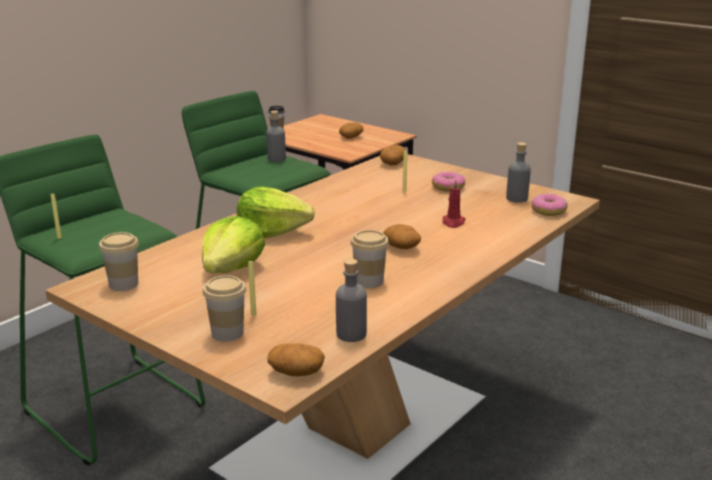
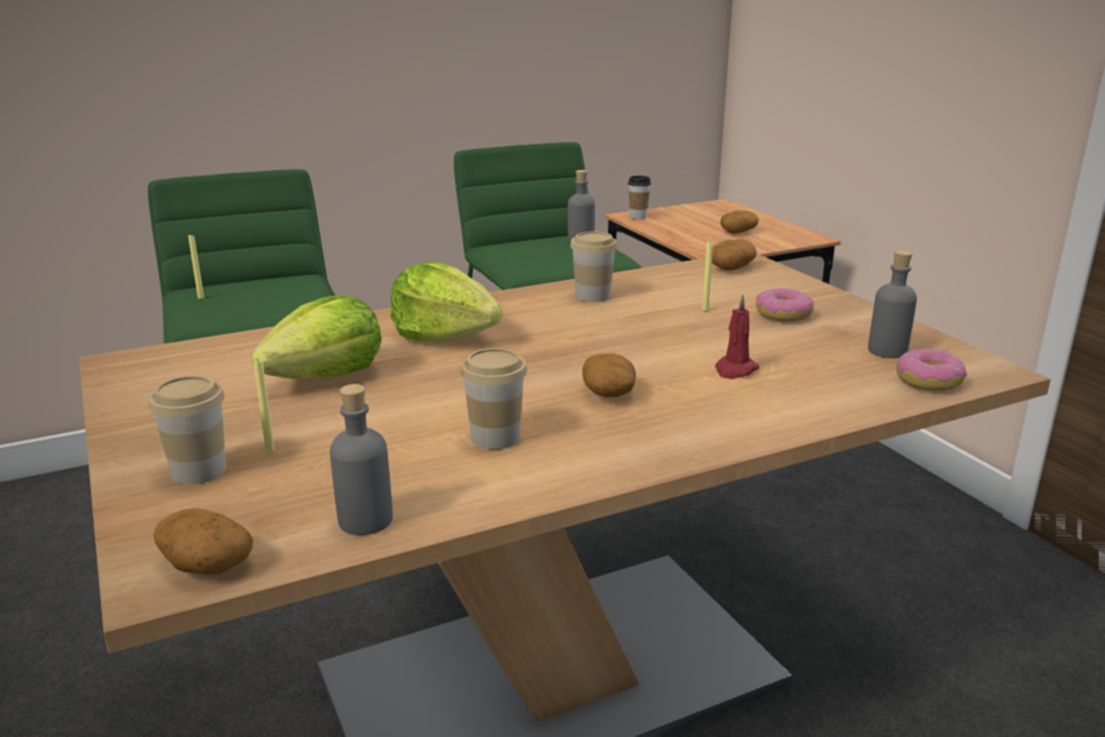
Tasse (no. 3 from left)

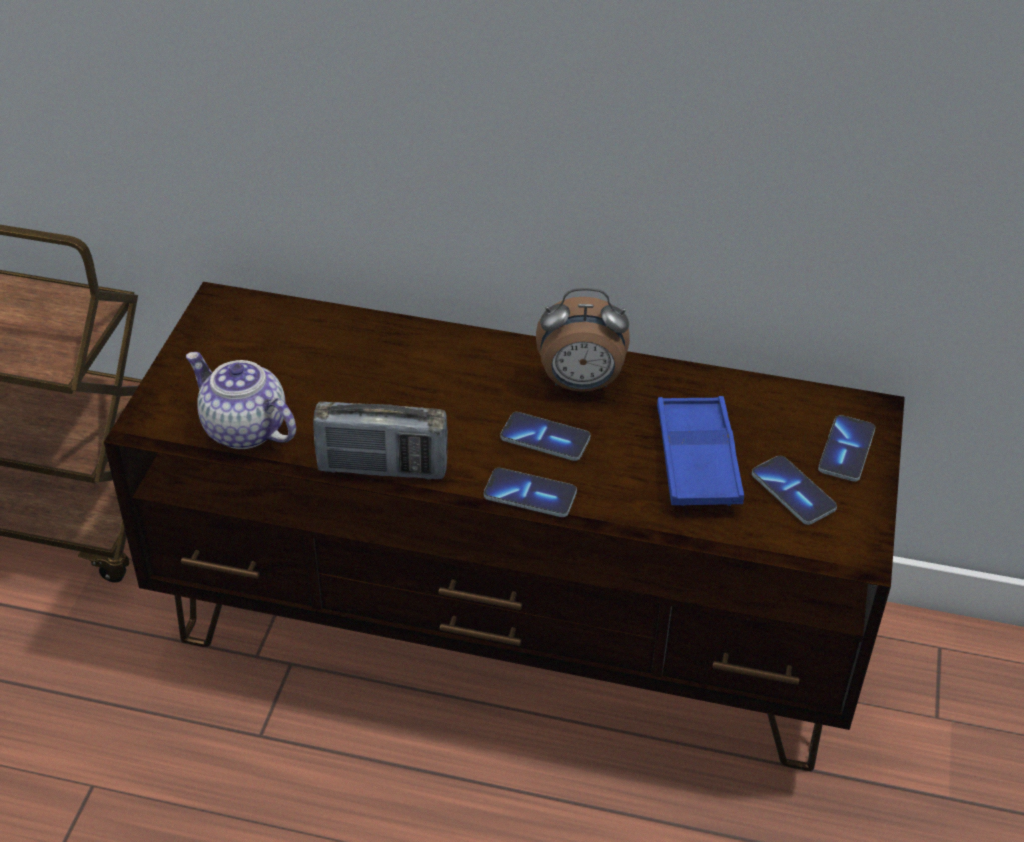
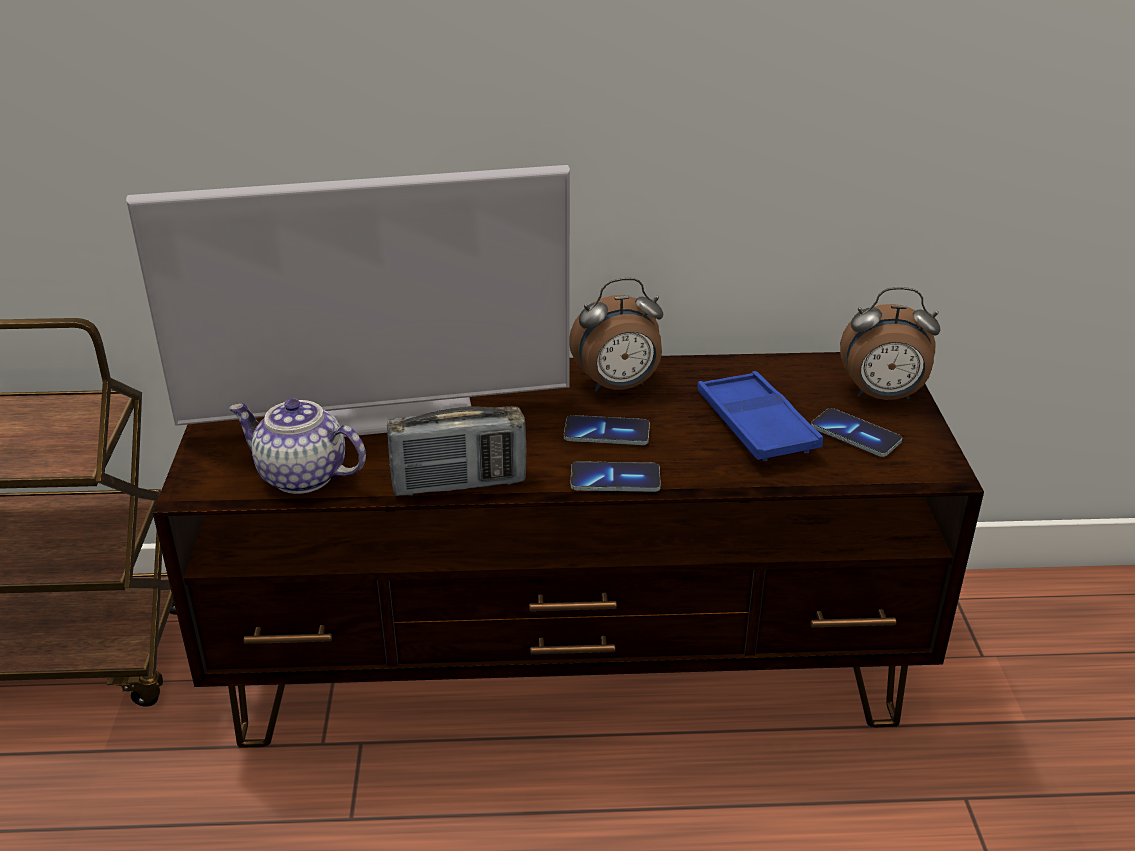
Wecker (no. 2 from left)
Fernseher

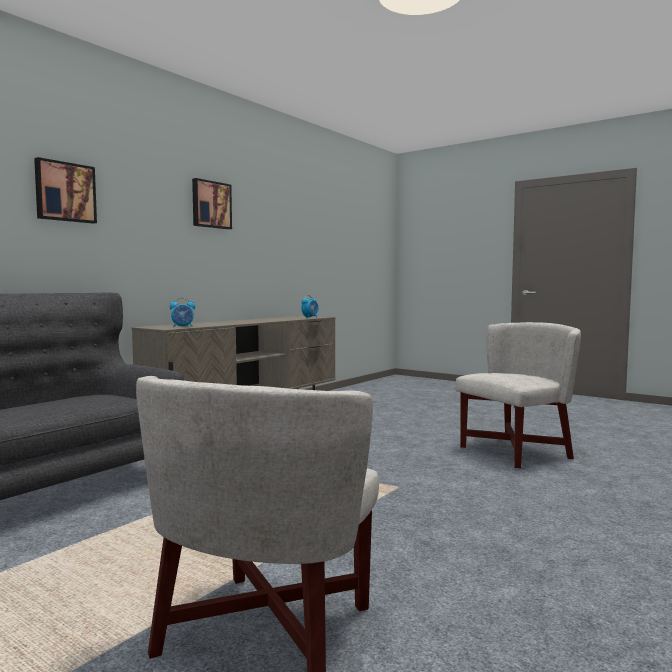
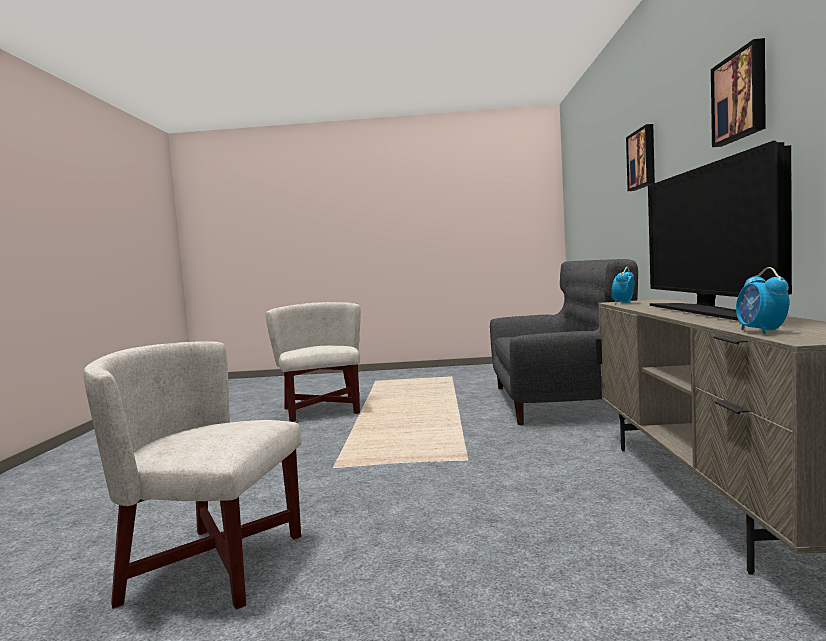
Sessel [weiß] (no. 1 from left)
Fernseher

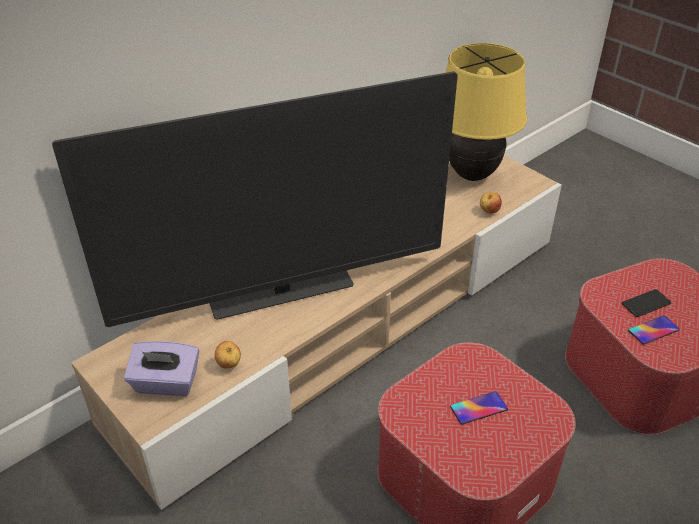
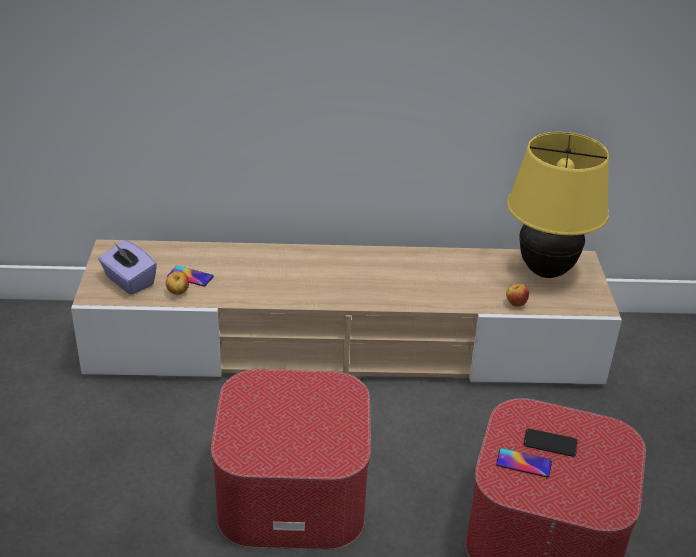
Fernseher
Handy (no. 1 from left)

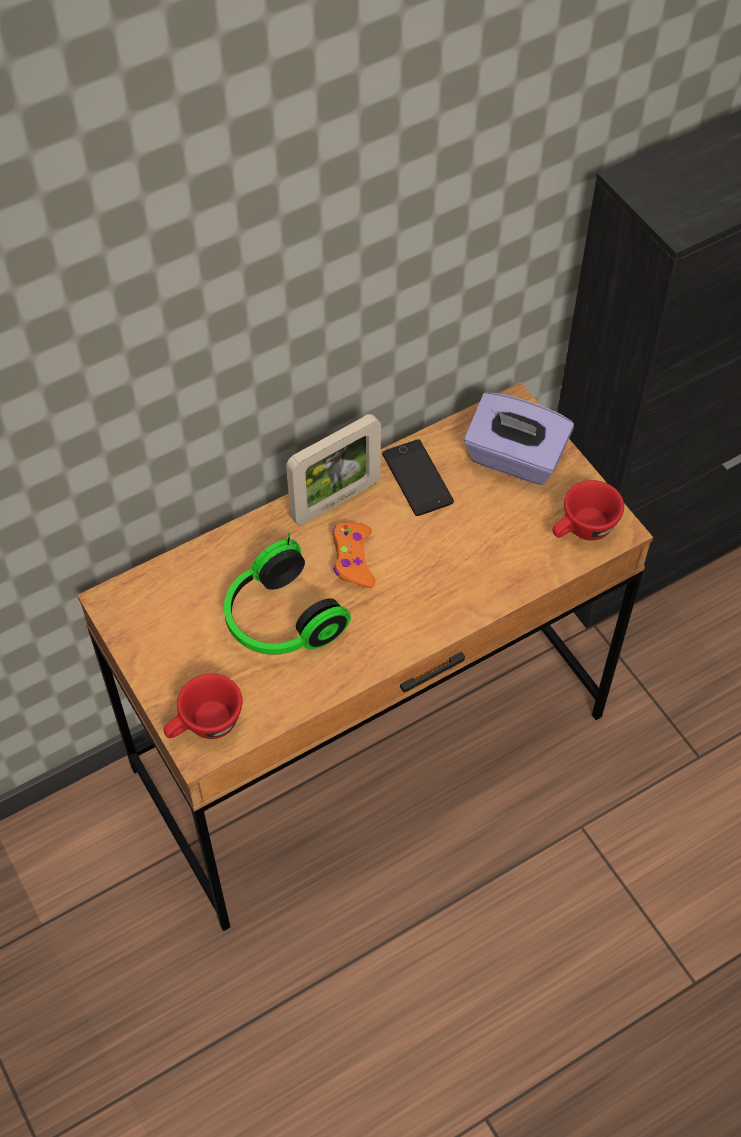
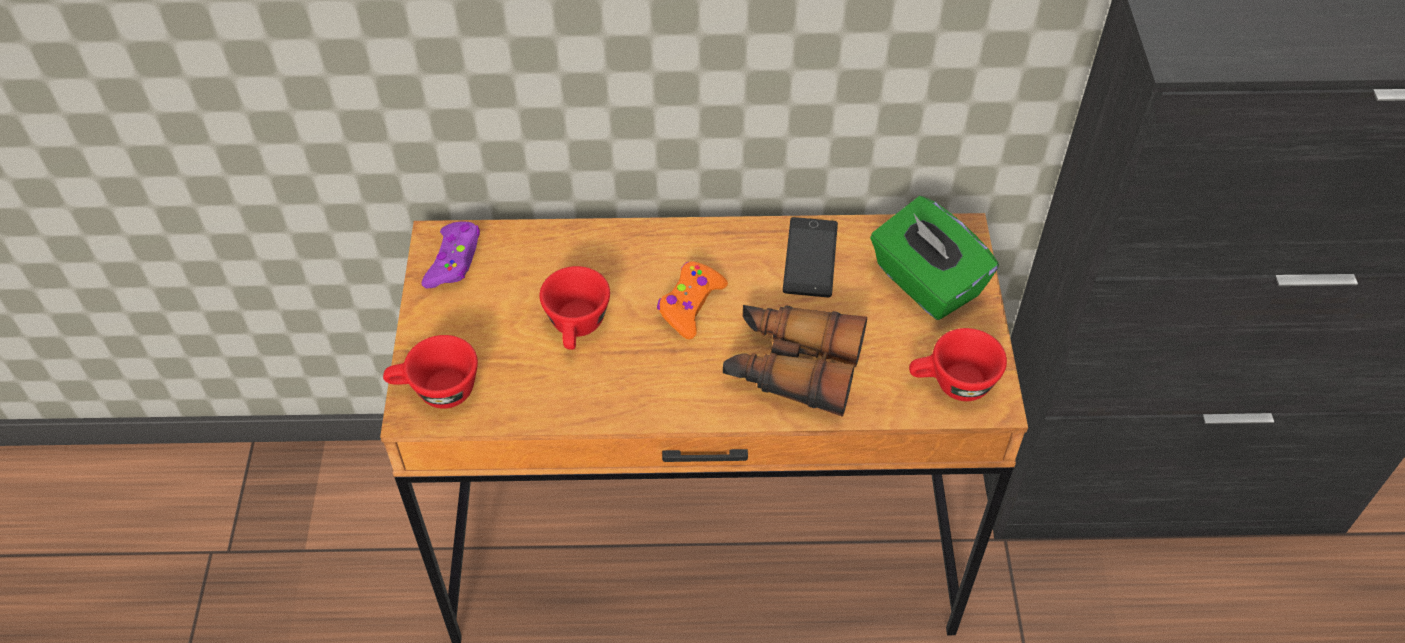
Taschentuchbox [grün]
Bilderrahmen
Tasse [rot] (no. 2 from left)
Gamepad [lila]
Fernglas

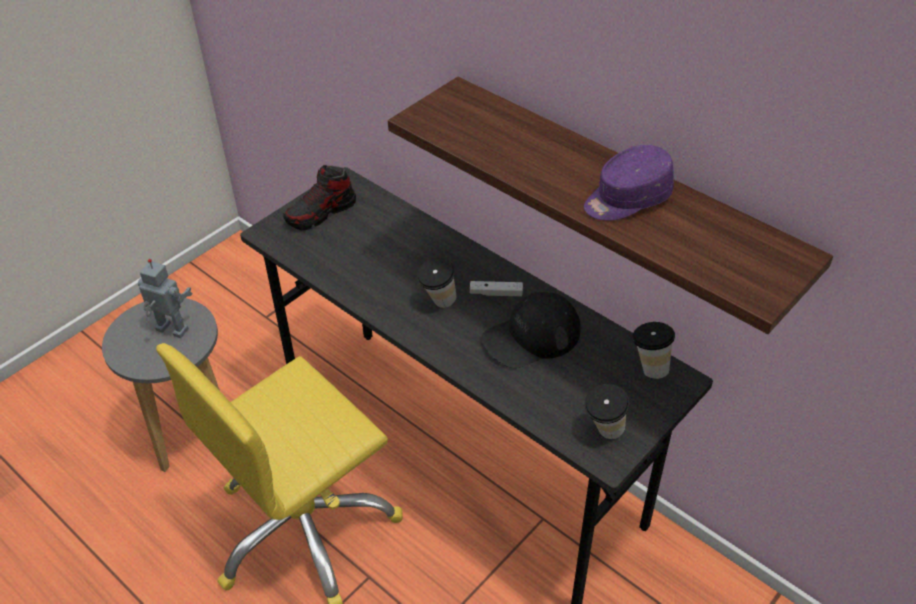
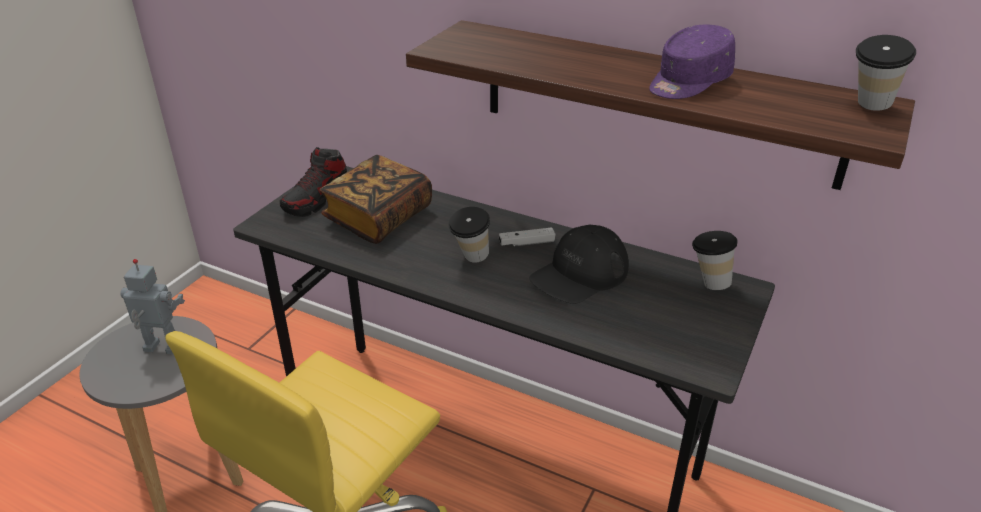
Tasse (no. 3 from left)
Buch

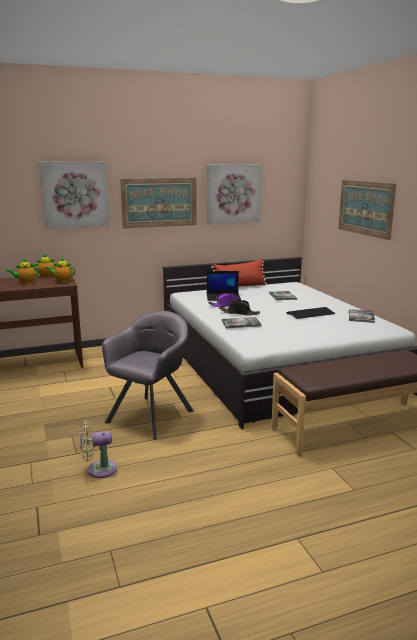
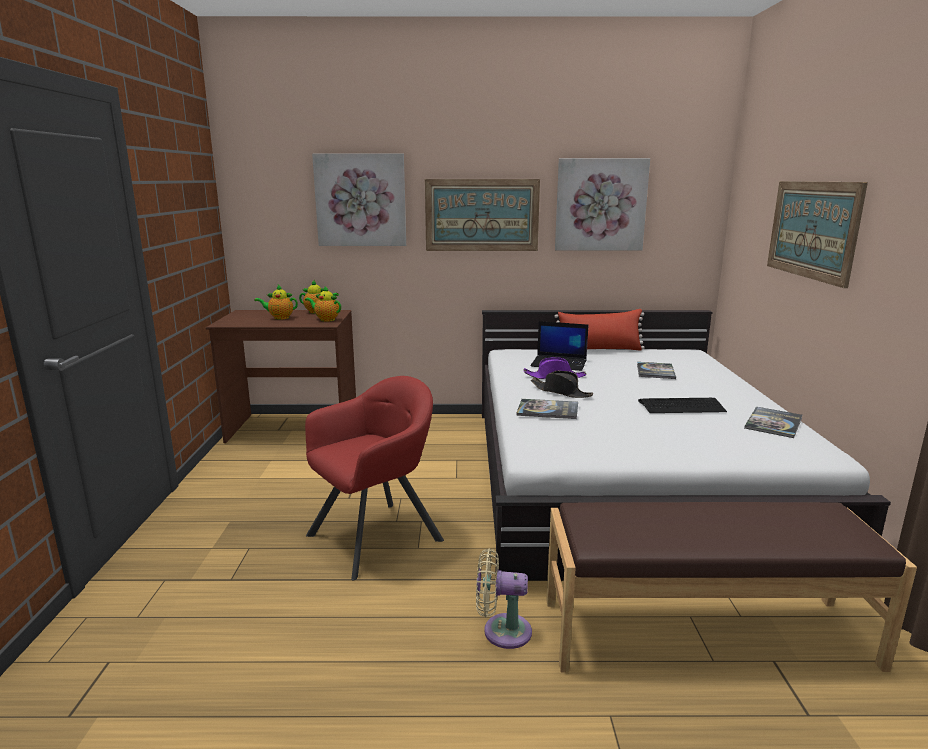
Sessel [rot]
Ventilator [beige]

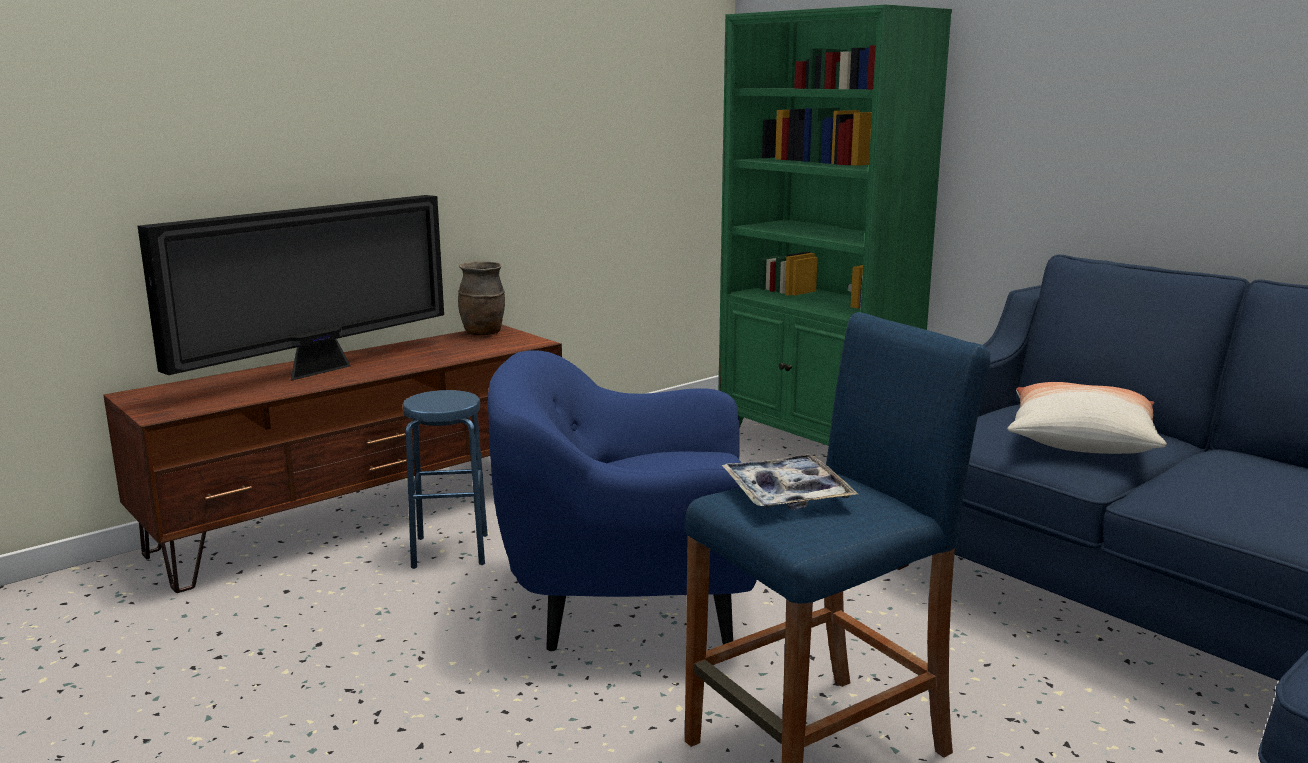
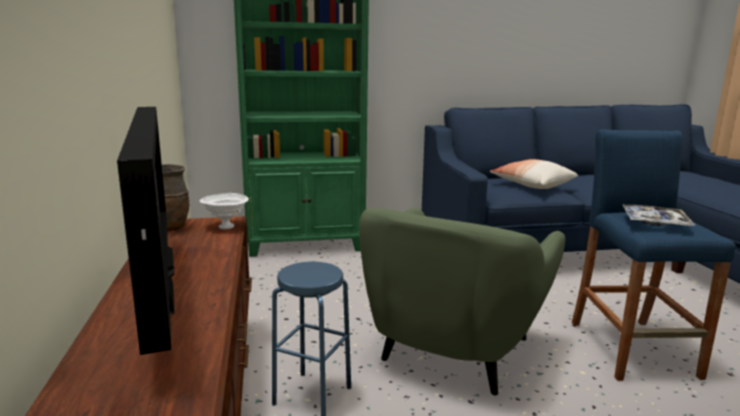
Sessel [grün]
Schüssel [weiß]

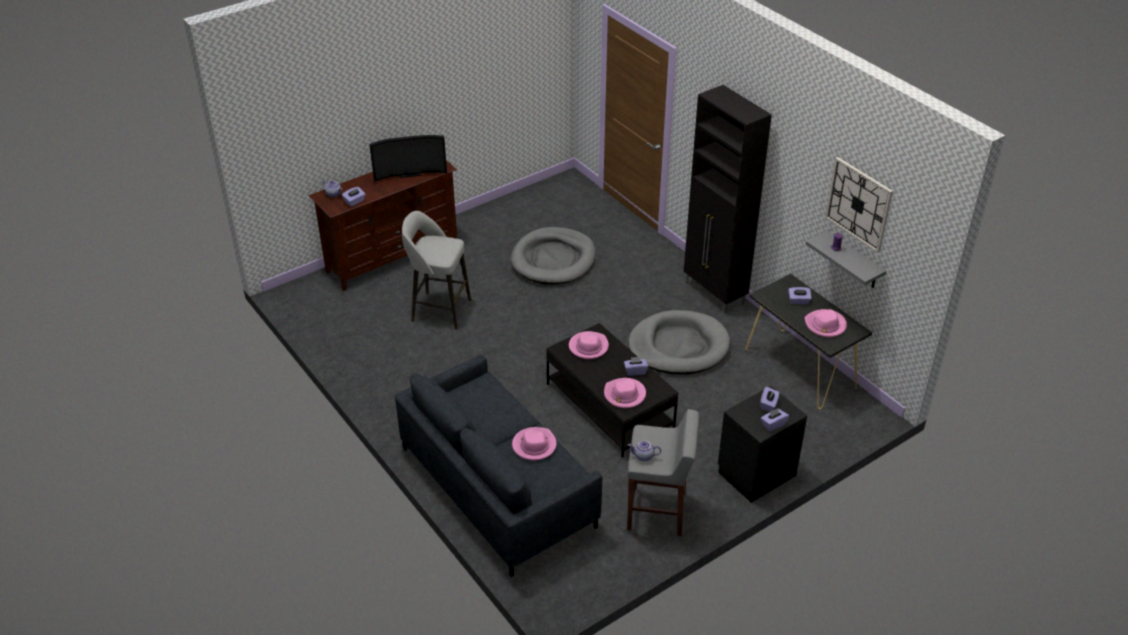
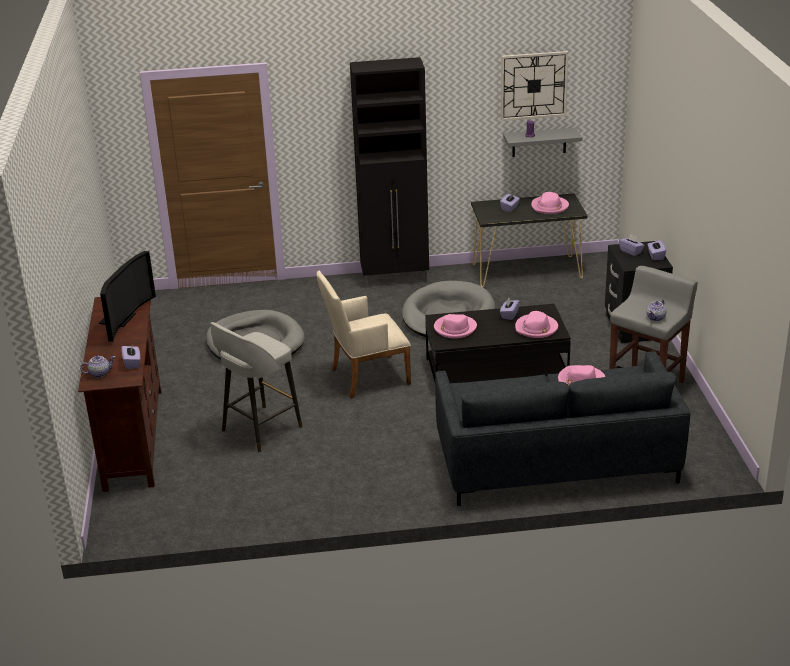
Sessel [beige]

